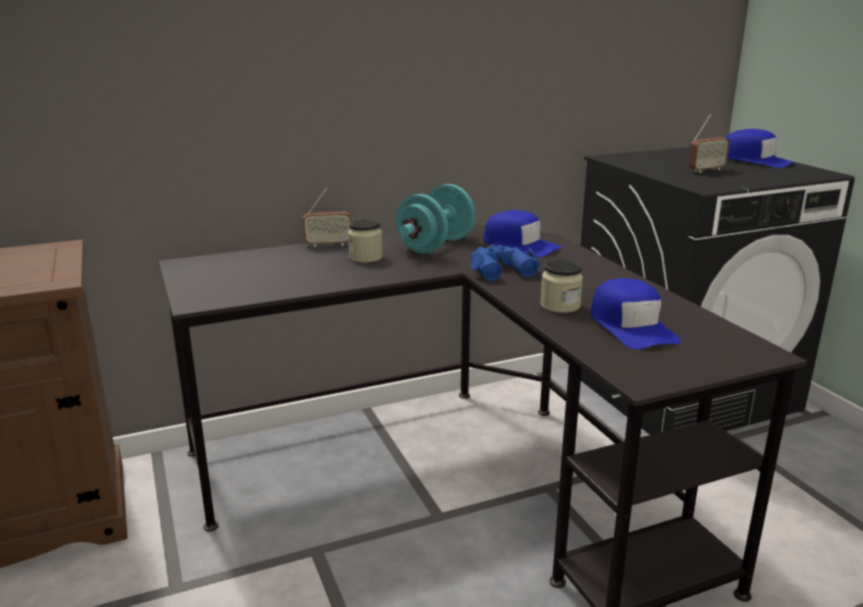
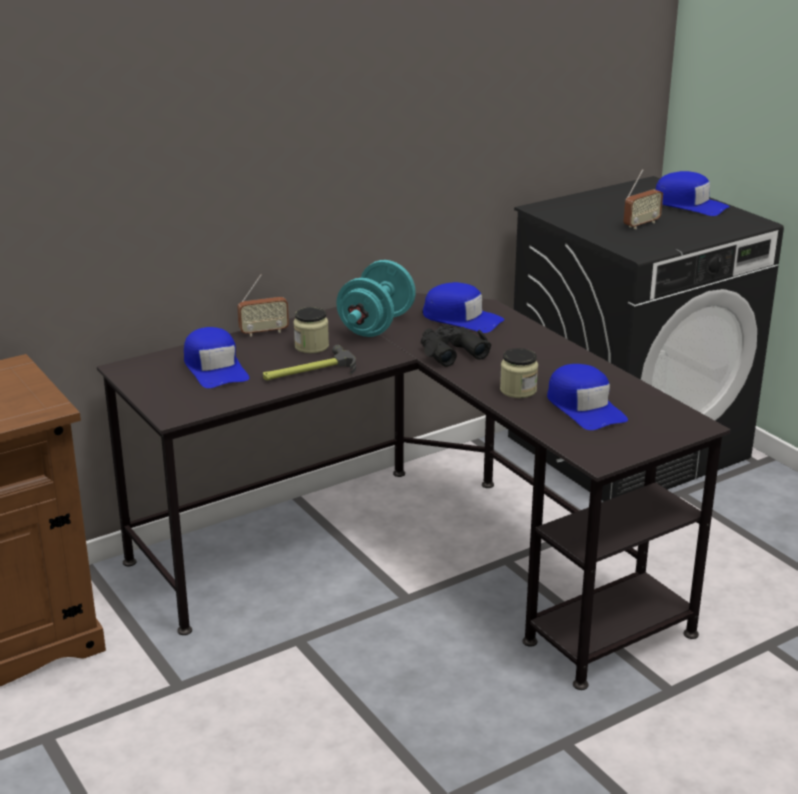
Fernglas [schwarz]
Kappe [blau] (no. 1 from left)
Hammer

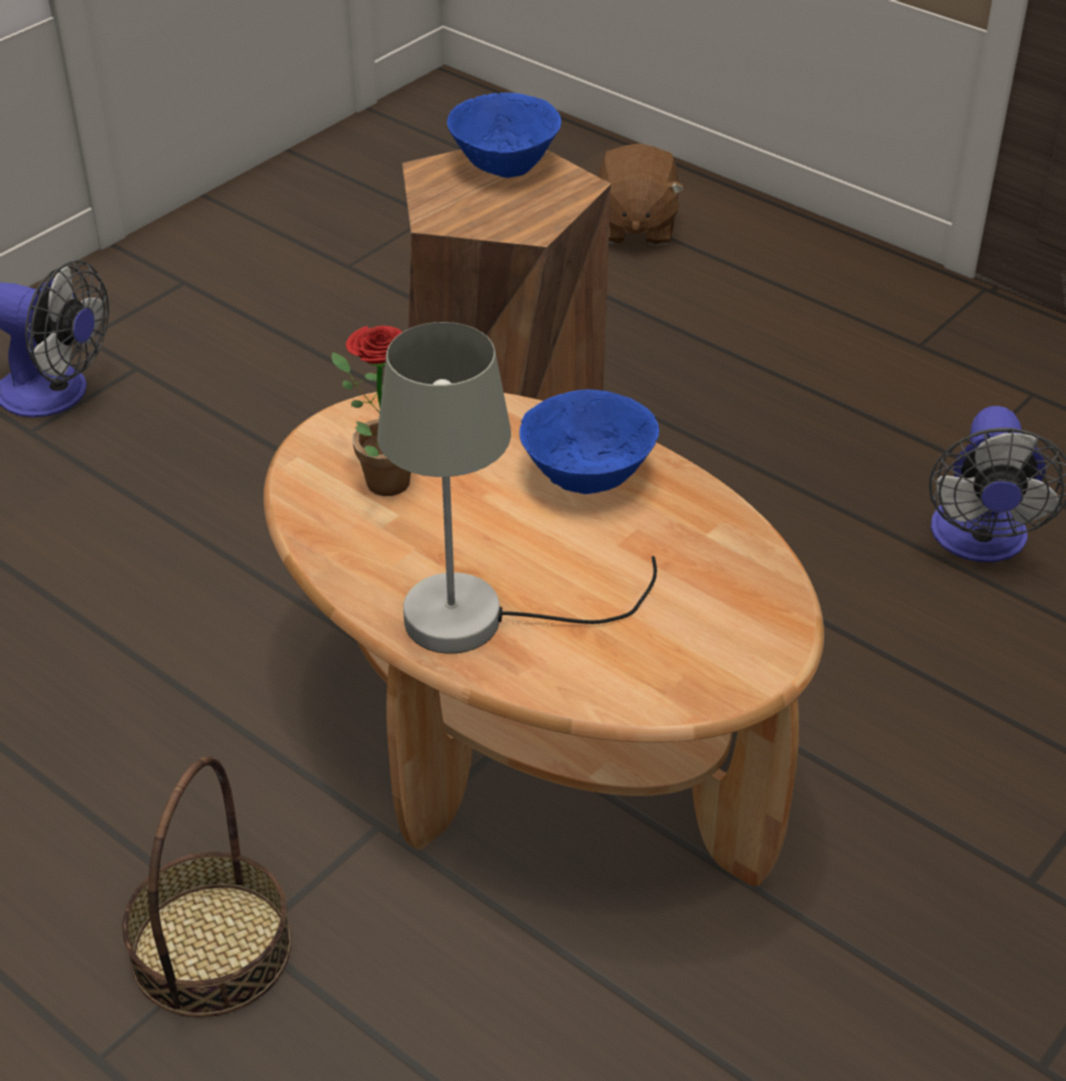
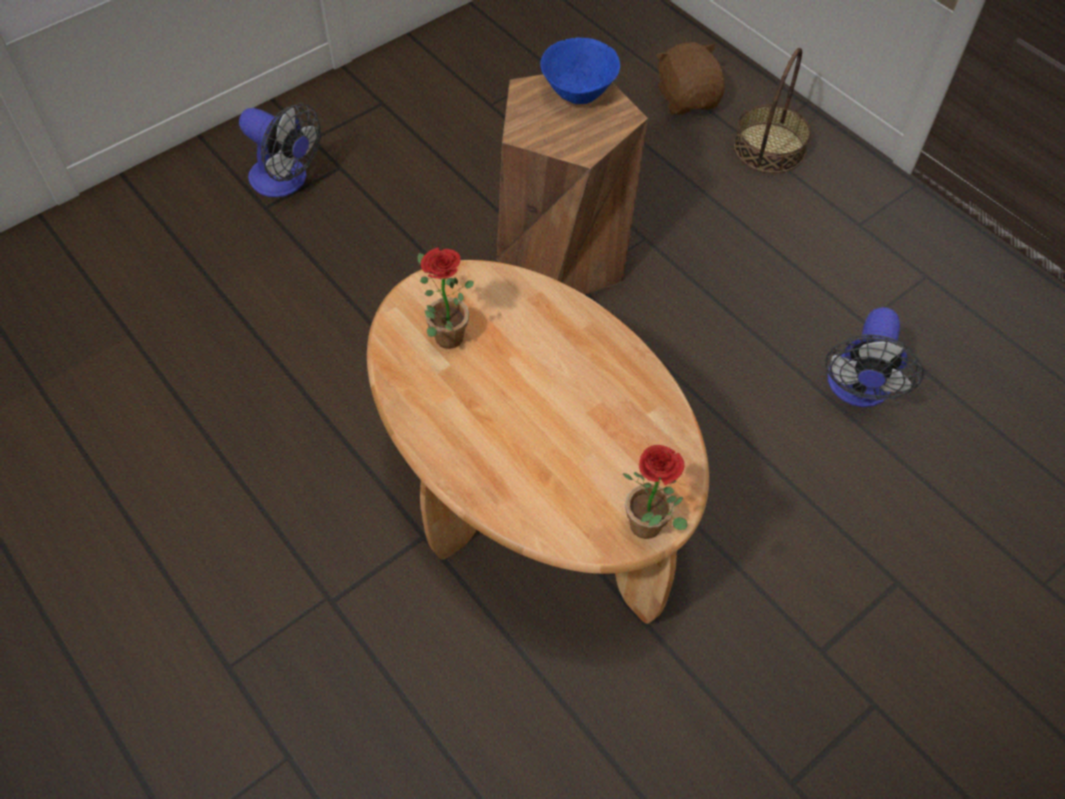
Plüschtier [braun]
Tischlampe [grau]
Schüssel [blau] (no. 2 from left in the first image)
Korb
Topfpflanze (no. 2 from left)

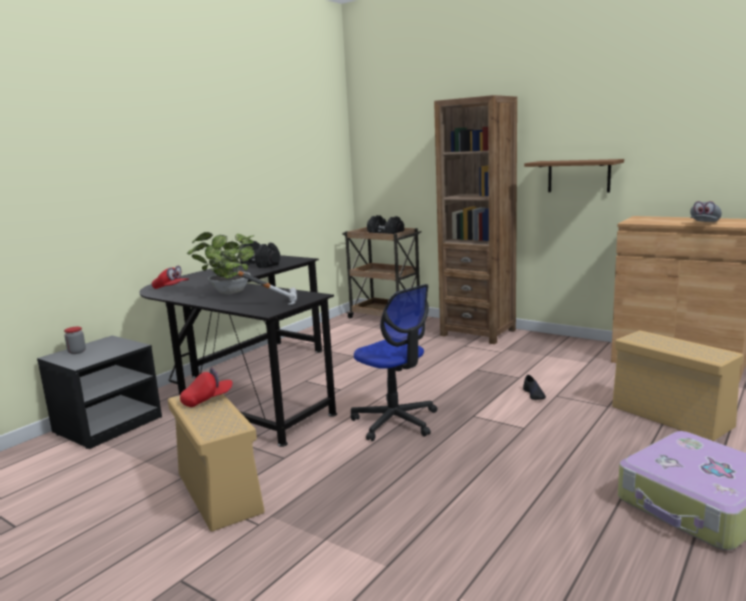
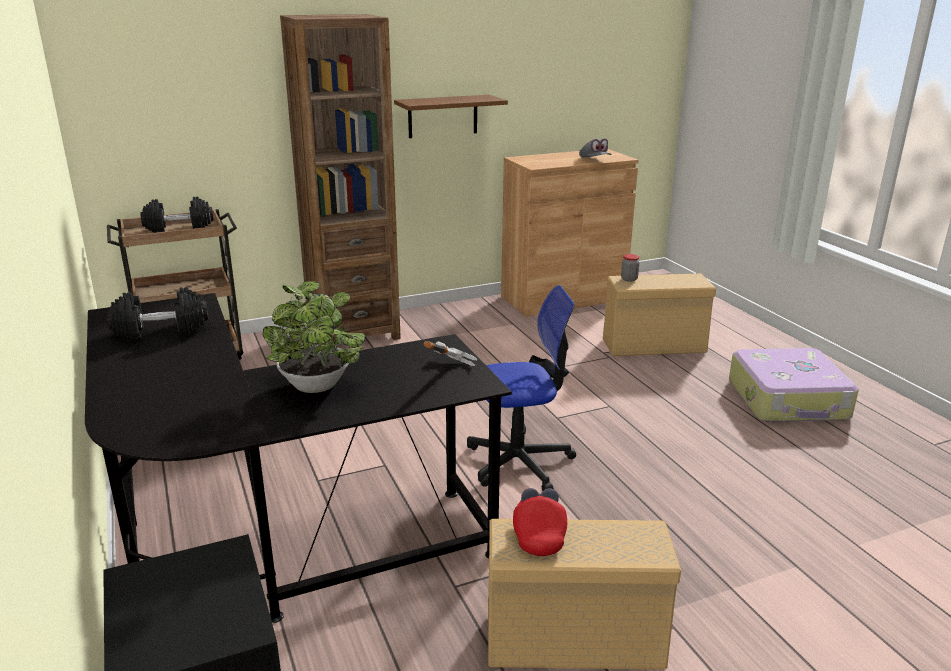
Kappe [rot] (no. 1 from left in the first image)
Vorratsglas

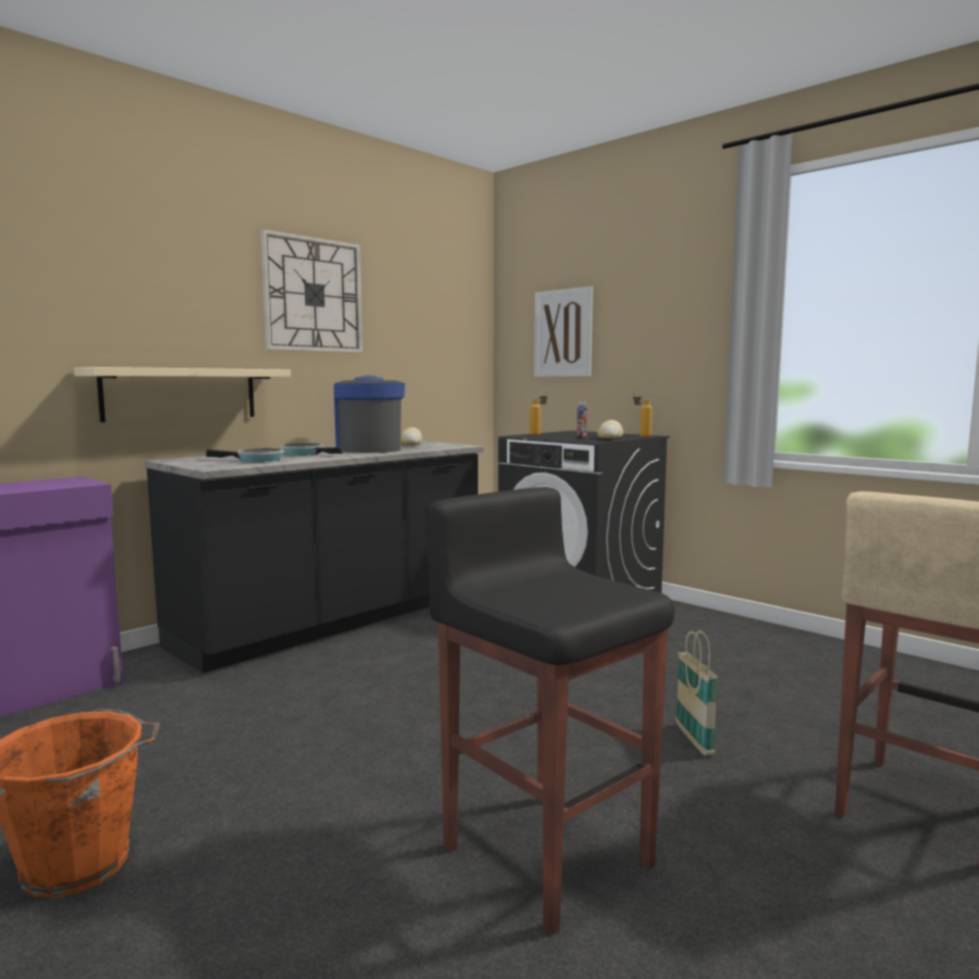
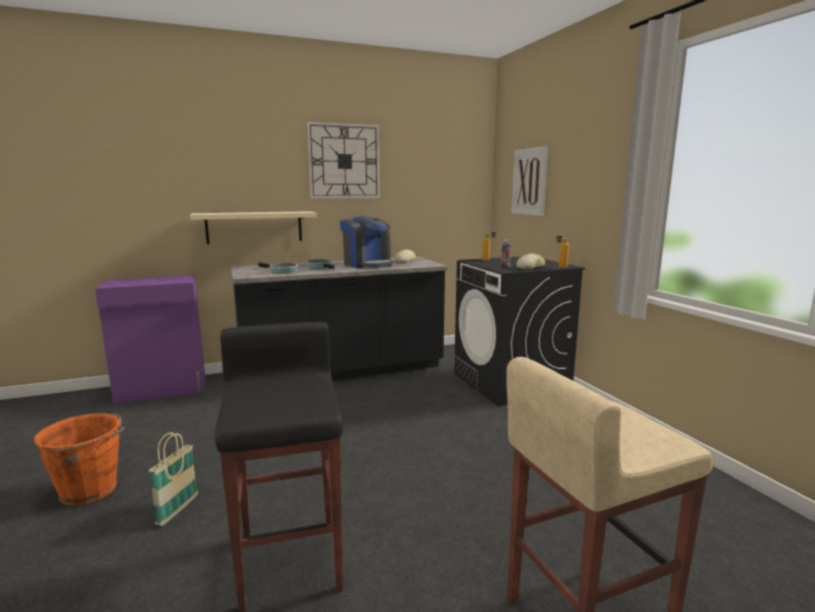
Kaffeemaschine
Korb

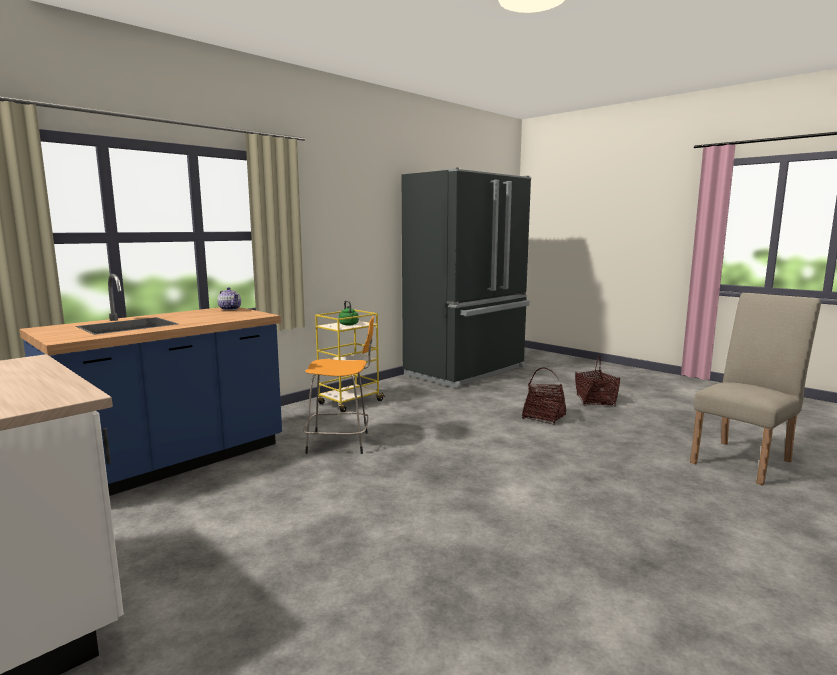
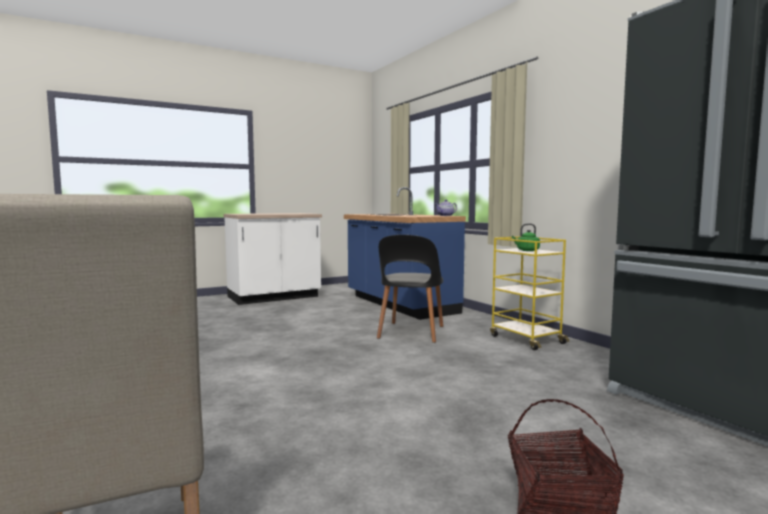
Stuhl [schwarz]
Korb (no. 1 from left in the first image)

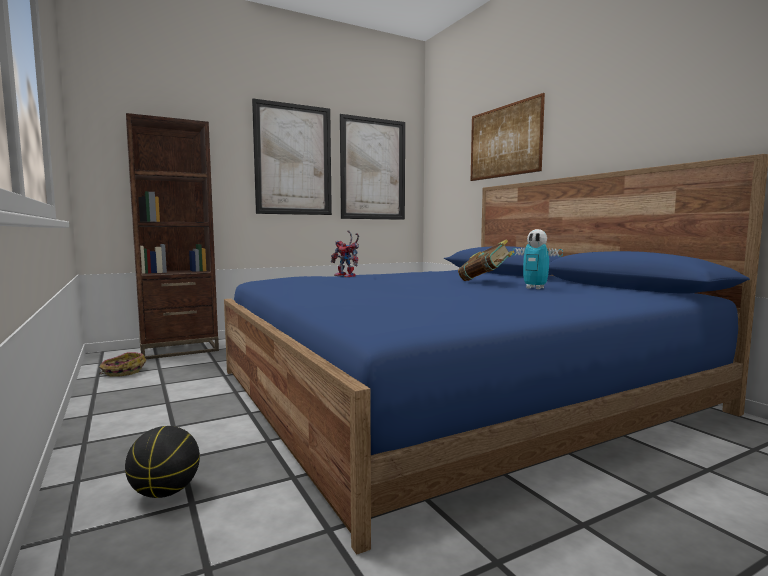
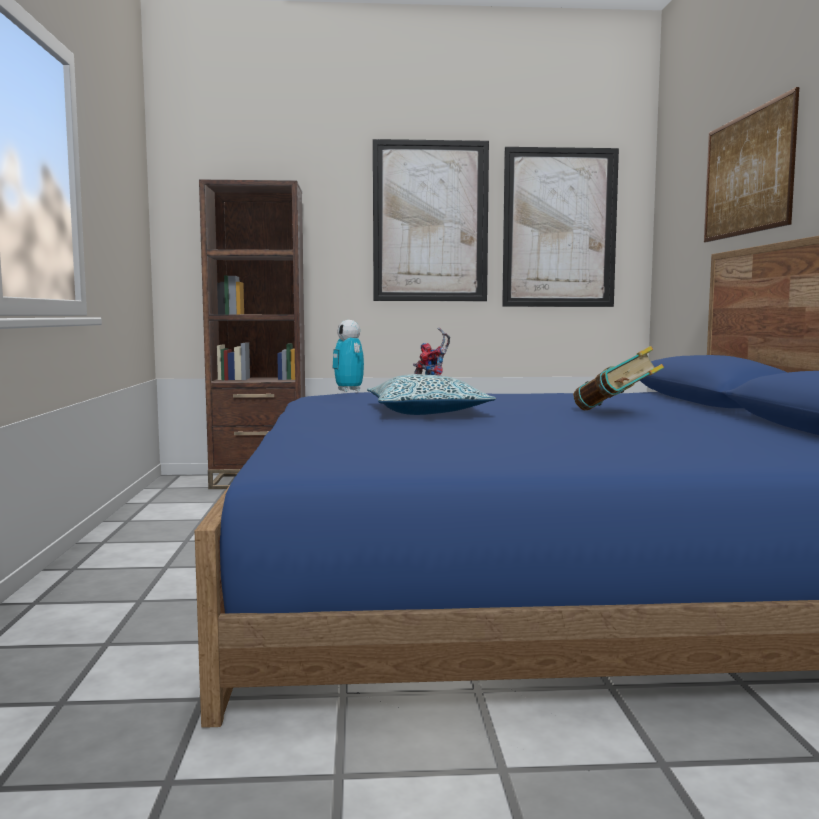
Spielzeugroboter (no. 1 from left)
Korb
Basketball
Kissen

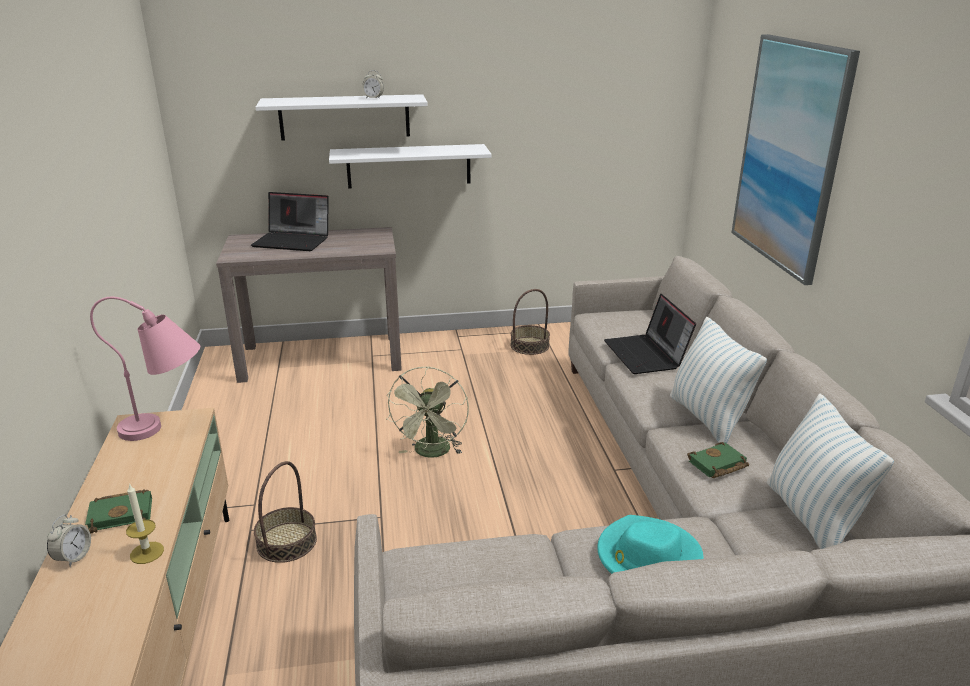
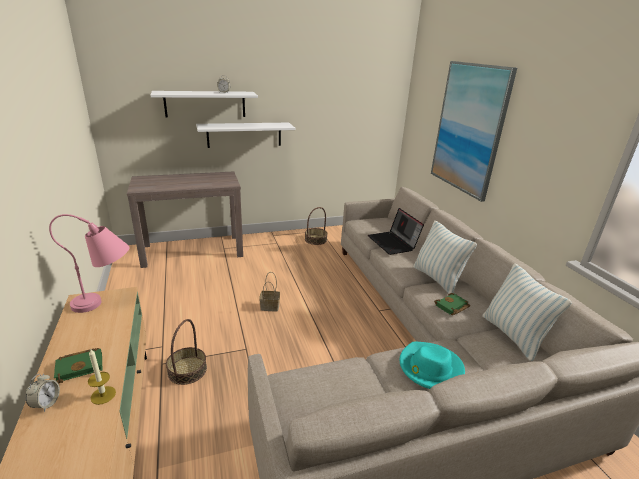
Laptop (no. 1 from left in the first image)
Korb (no. 2 from left)

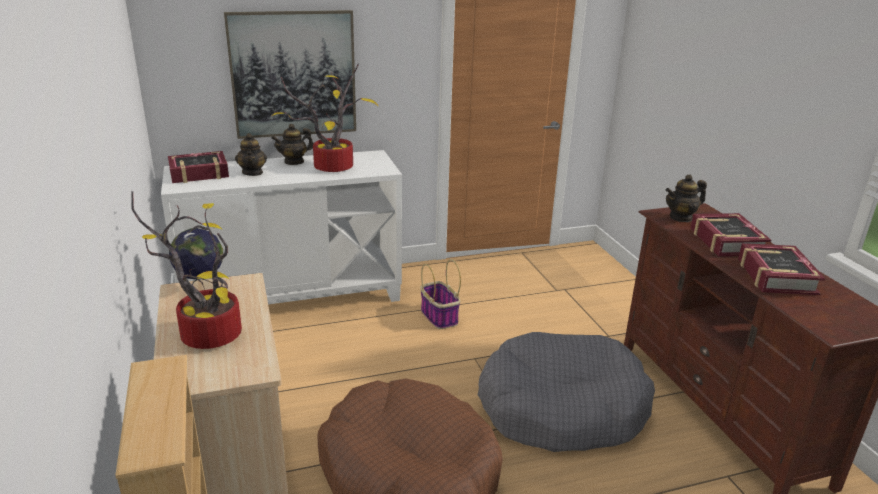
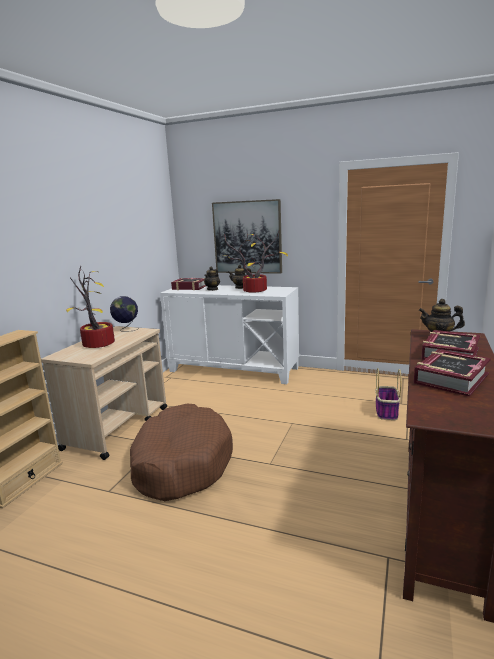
Korb
Hundebett [grau]

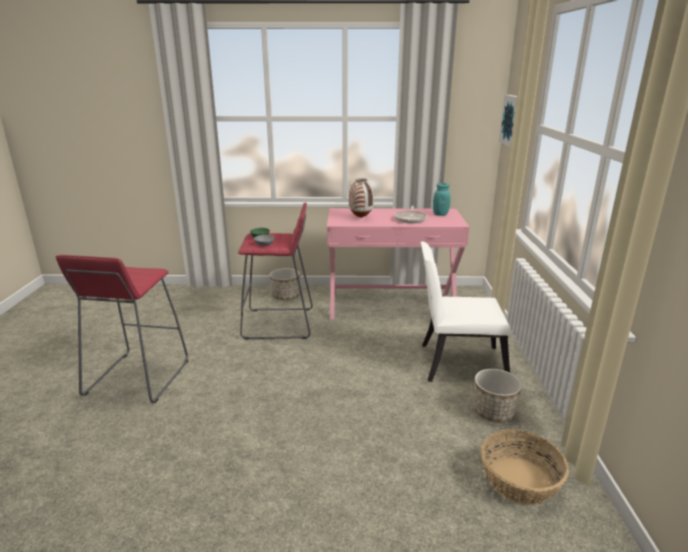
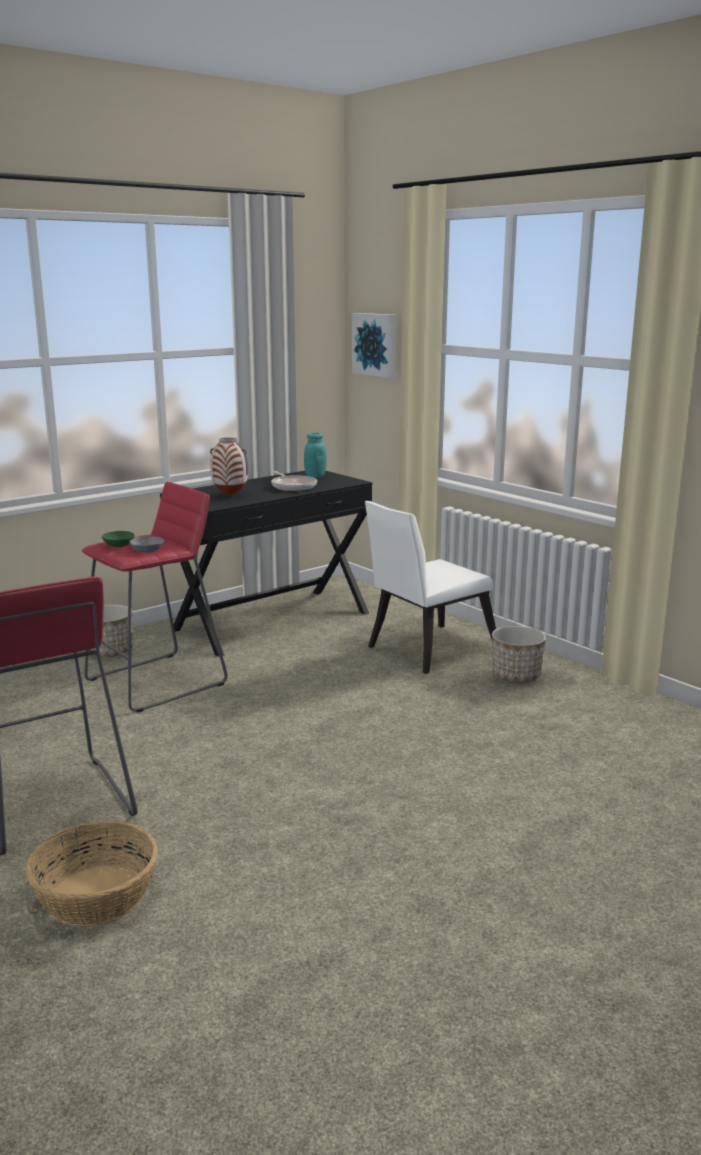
Konsolentisch [schwarz]
Korb

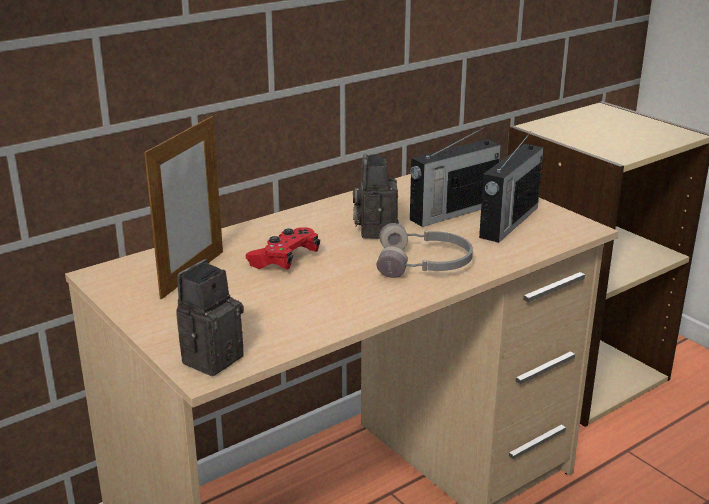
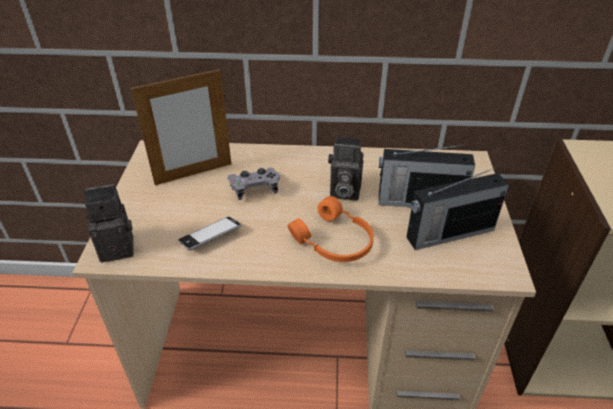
Kamera (no. 2 from left)
Kopfhörer [orange]
Gamepad [grau]
Handy

